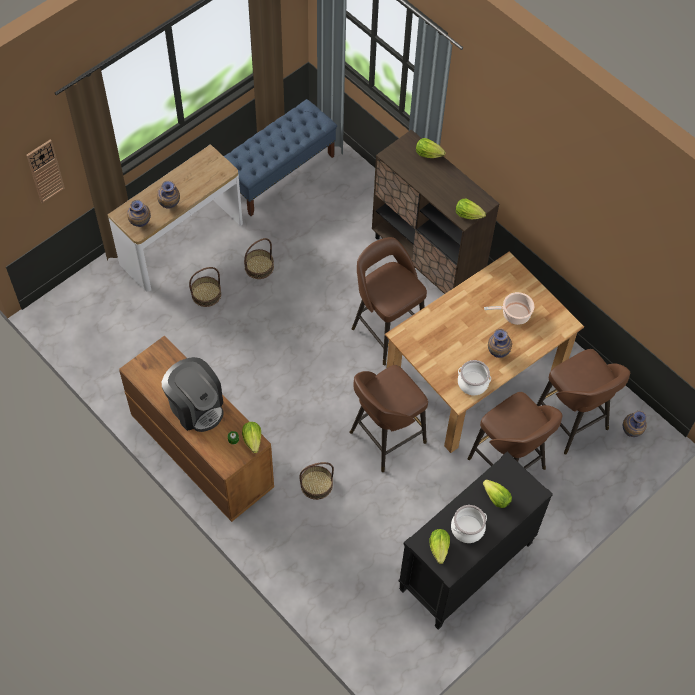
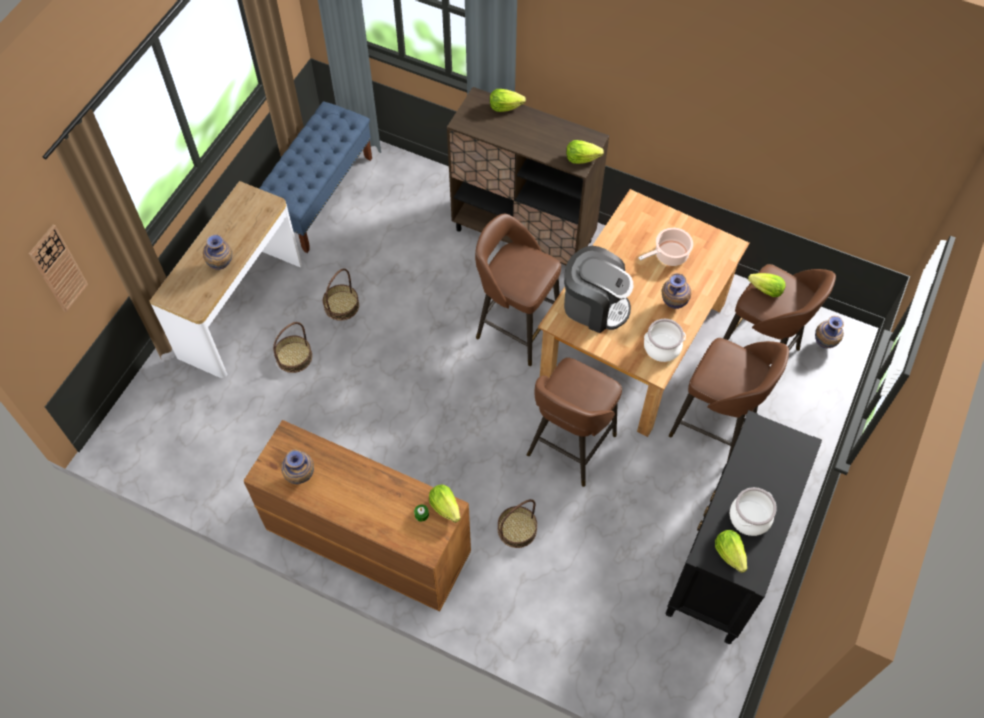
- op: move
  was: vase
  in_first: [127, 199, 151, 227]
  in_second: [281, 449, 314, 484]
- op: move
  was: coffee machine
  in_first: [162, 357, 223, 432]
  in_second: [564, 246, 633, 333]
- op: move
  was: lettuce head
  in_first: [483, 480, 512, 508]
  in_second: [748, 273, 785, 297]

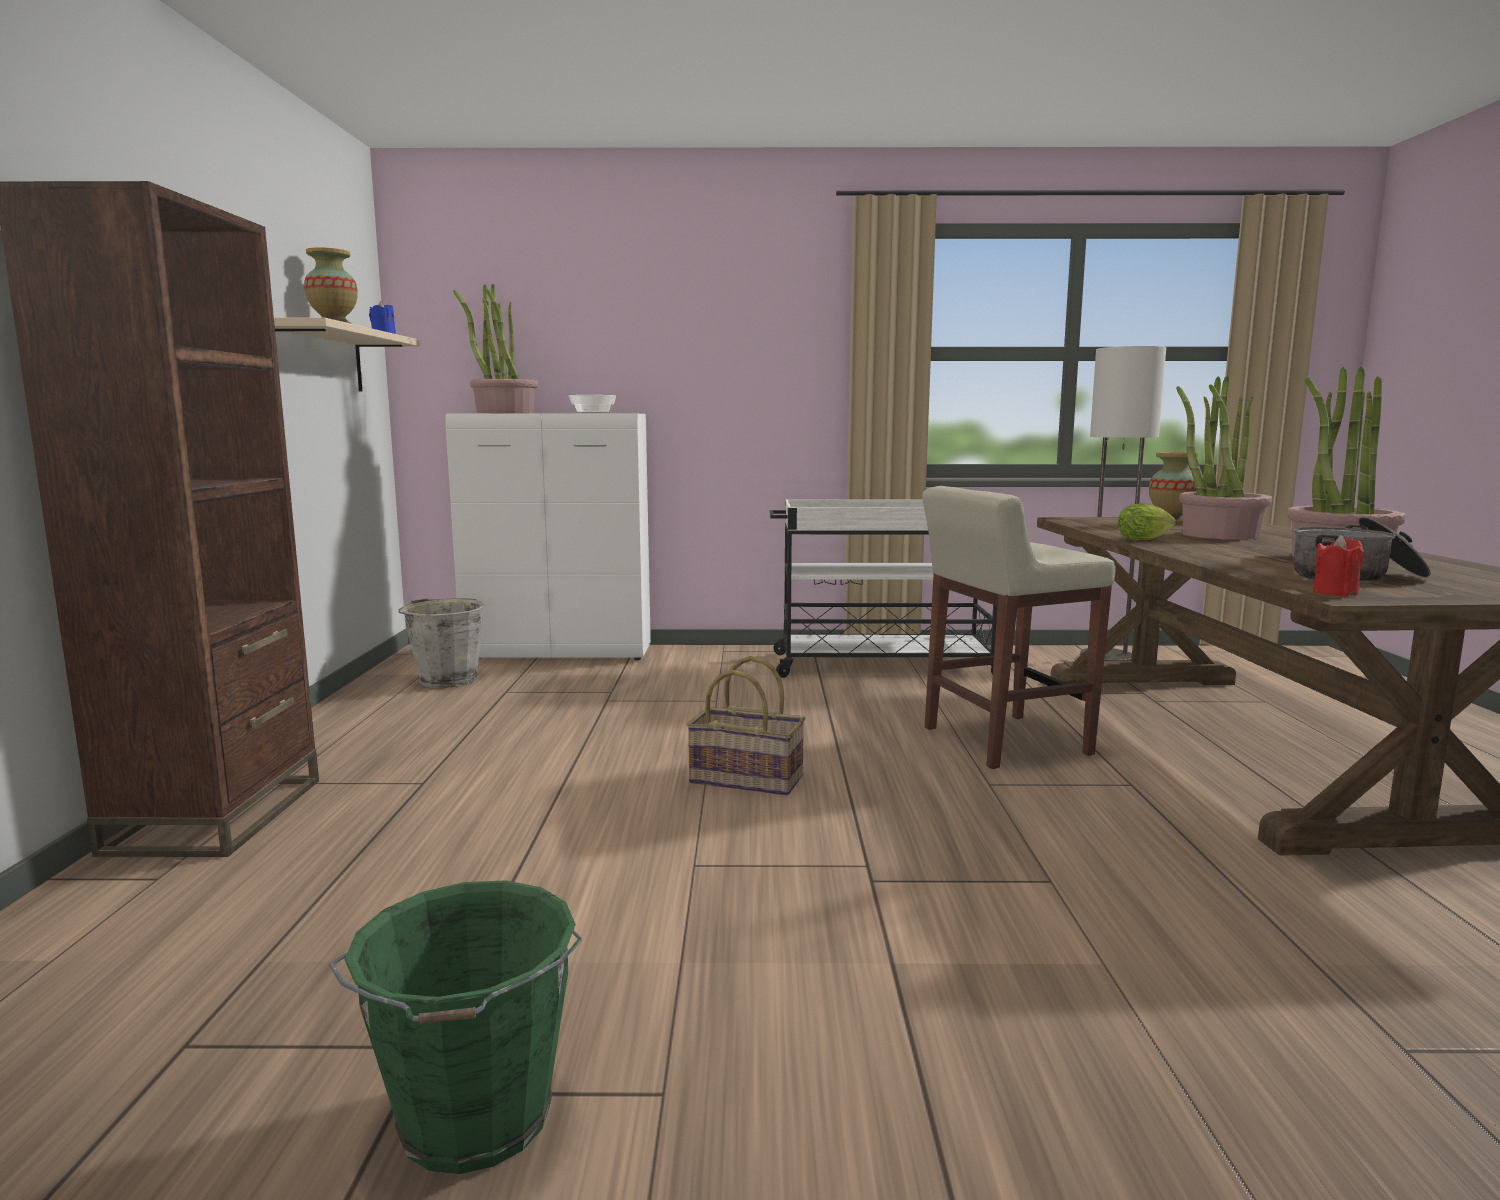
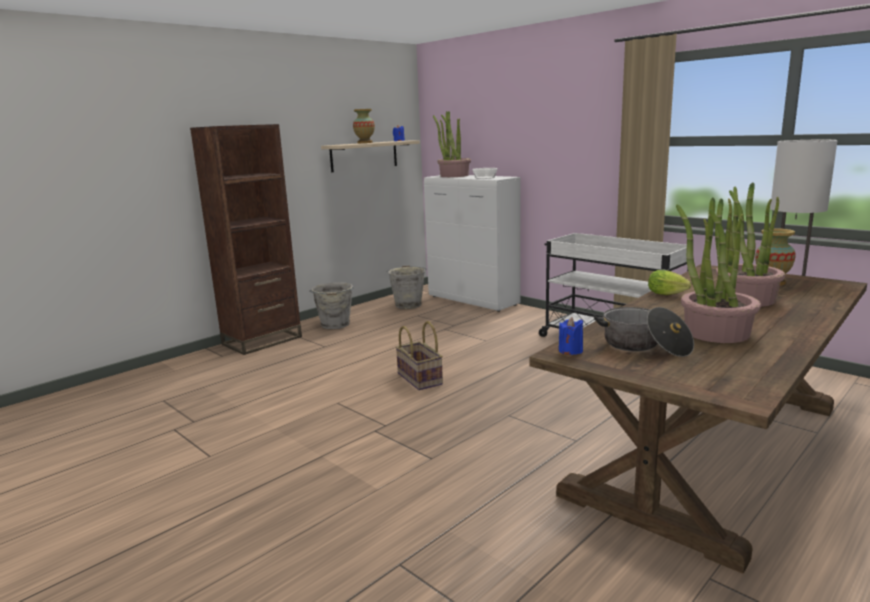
- op: delete
  was: green pail
  in_first: [329, 880, 582, 1174]
- op: delete
  was: sand-coloured stool
  in_first: [922, 486, 1116, 769]
- op: recolor
  was: reddish wax light
  now: blue-coloured wax light
  in_first: [1313, 535, 1364, 596]
  in_second: [559, 317, 583, 355]
- op: insert
  now: greyish pail
  in_second: [310, 282, 354, 329]

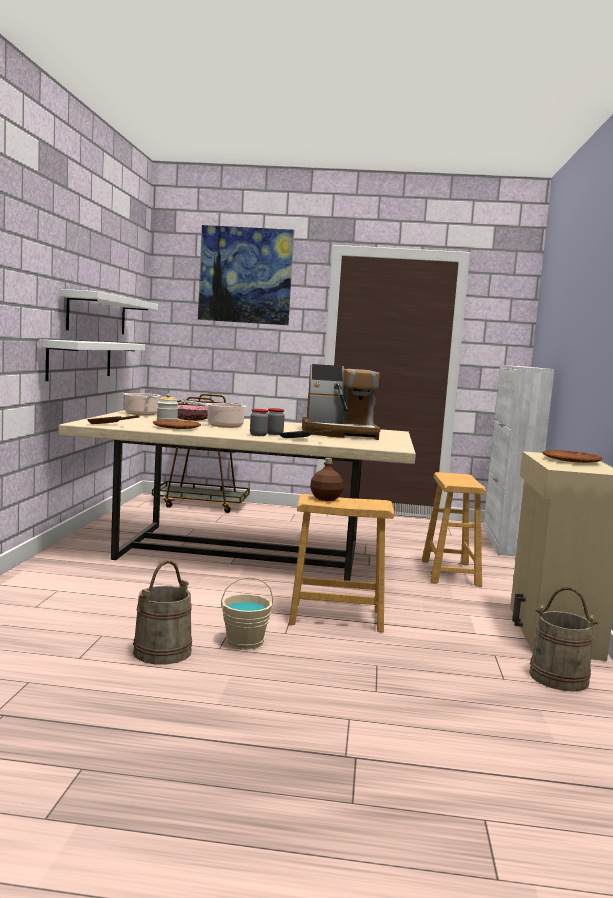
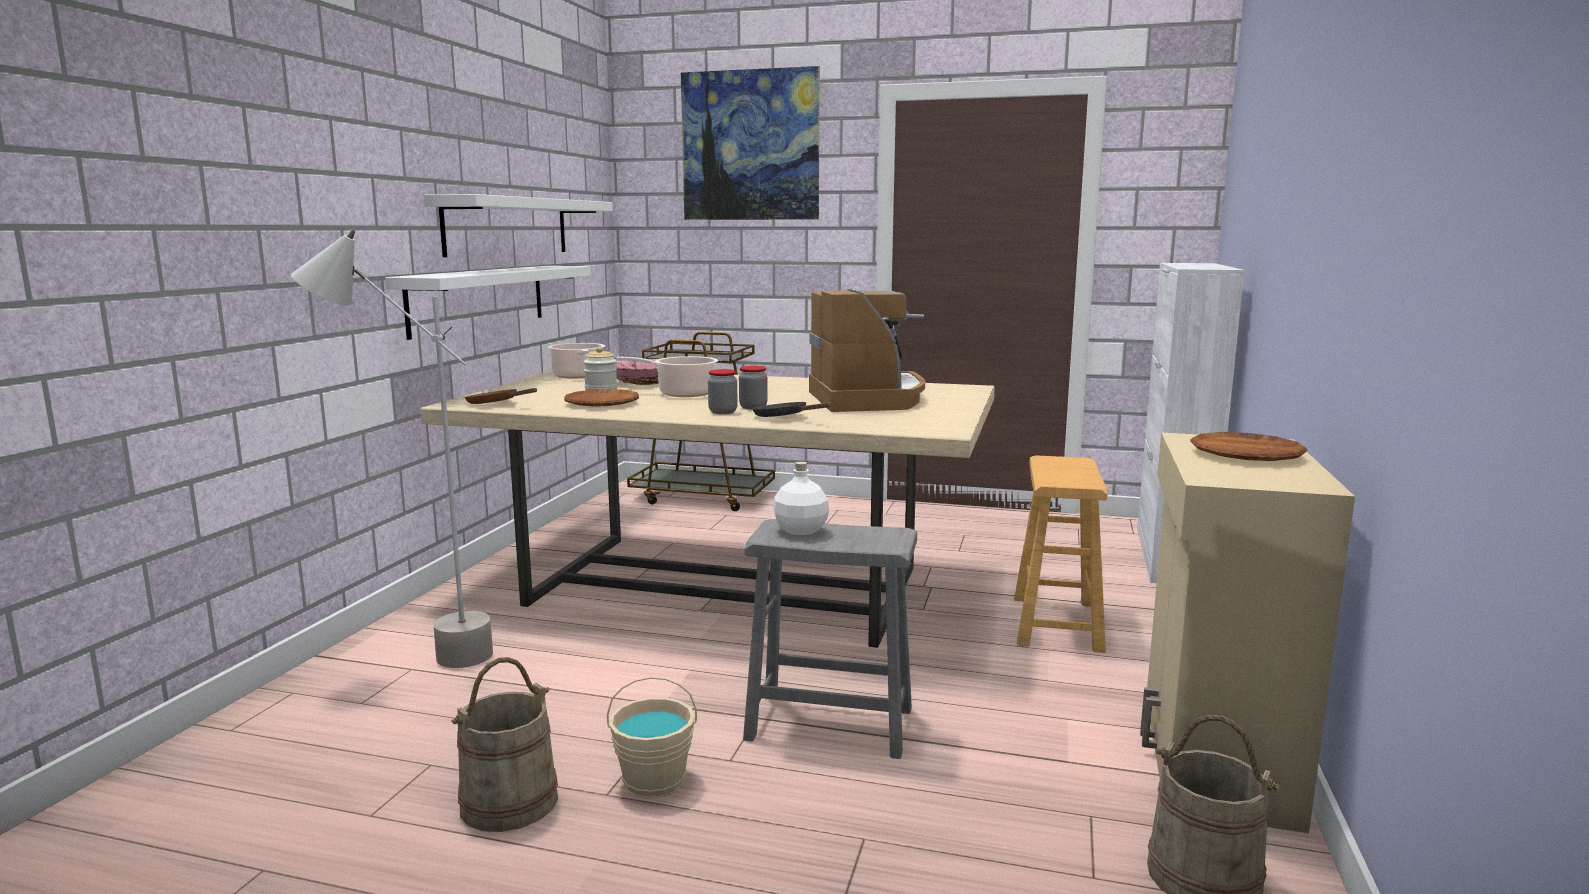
- op: recolor
  was: brown-coloured stool
  now: greyish stool
  in_first: [289, 494, 394, 633]
  in_second: [743, 519, 917, 759]
- op: rotate
  was: coffee machine
  in_first: [302, 364, 380, 440]
  in_second: [809, 289, 925, 412]
  clockwise: -105
- op: recolor
  was: brown-coloured beverage bottle
  now: whitish beverage bottle
  in_first: [310, 458, 344, 501]
  in_second: [773, 461, 829, 535]
- op: insert
  now: greyish standard lamp
  in_second: [291, 229, 493, 668]

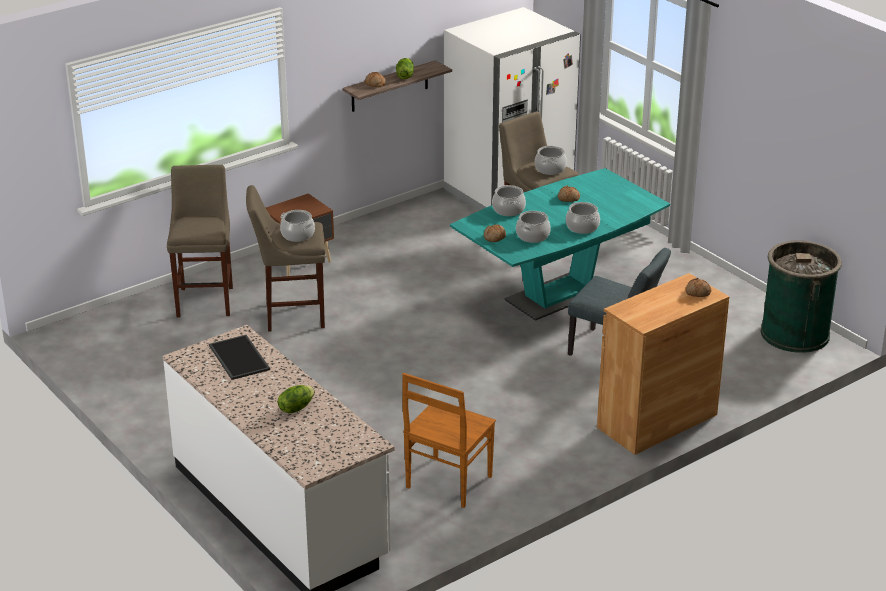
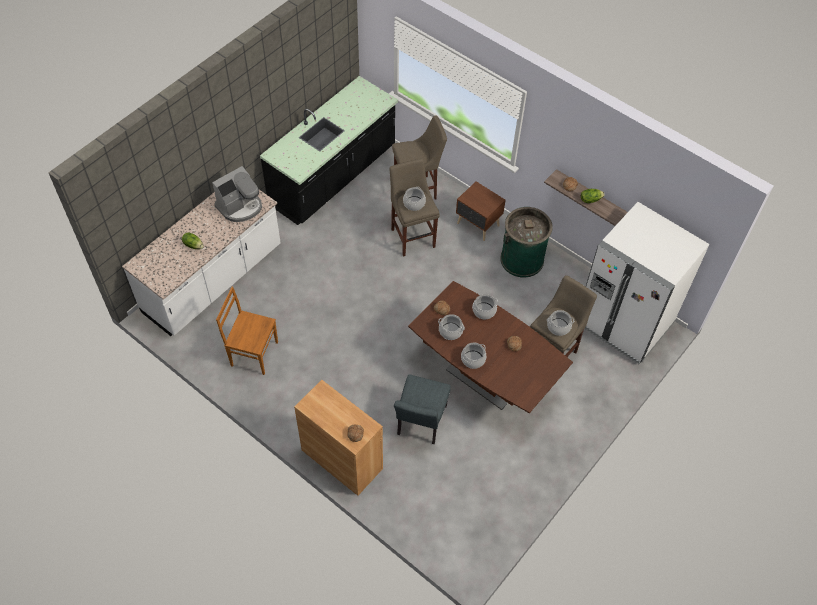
- op: replace
  was: tray
  now: coffee machine
  in_first: [209, 335, 270, 380]
  in_second: [212, 166, 262, 222]
- op: recolor
  was: turquoise dining table
  now: brown-coloured dining table
  in_first: [450, 168, 670, 321]
  in_second: [408, 281, 573, 413]
- op: move
  was: green rubbish bin
  in_first: [761, 240, 842, 353]
  in_second: [500, 207, 553, 278]
- op: insert
  now: blackish counter
  in_second: [260, 76, 398, 225]

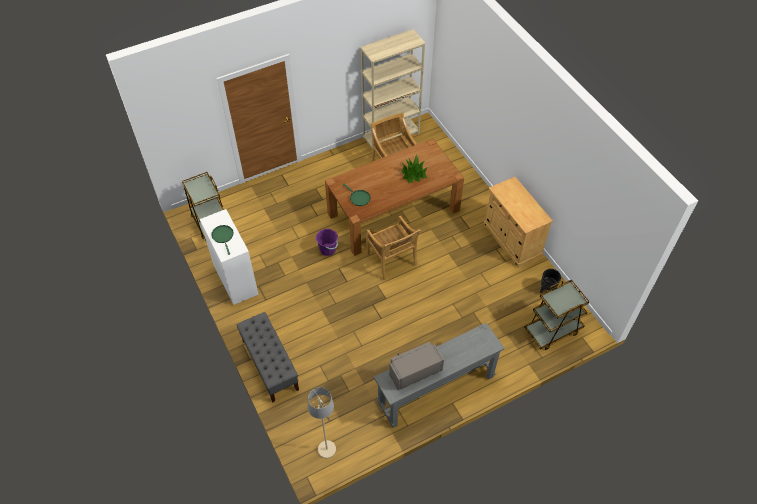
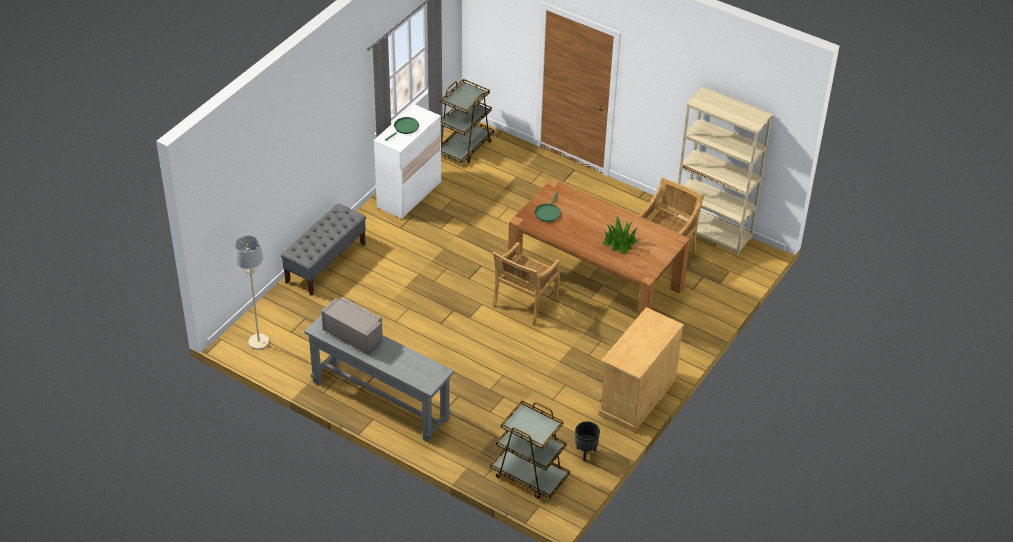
- op: delete
  was: purple-coloured pail
  in_first: [316, 229, 338, 256]

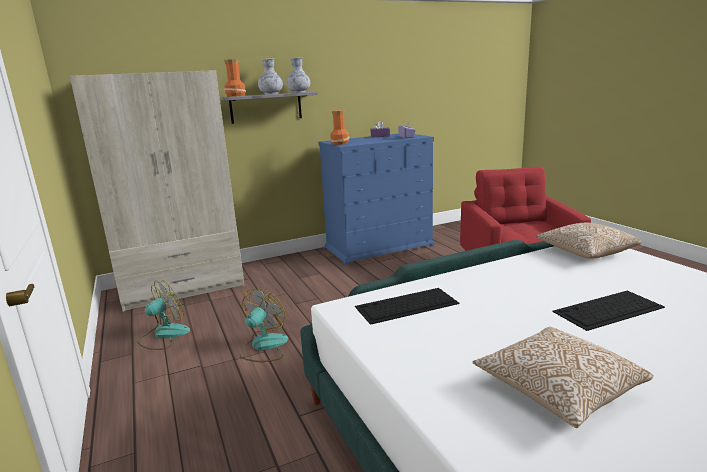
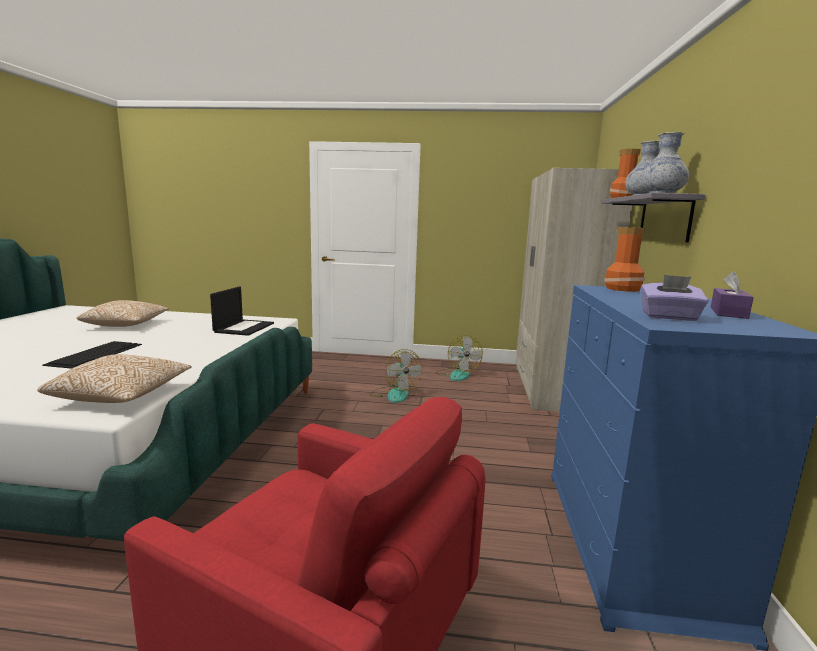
- op: replace
  was: computer keyboard
  now: portable computer
  in_first: [355, 288, 459, 325]
  in_second: [210, 286, 274, 336]

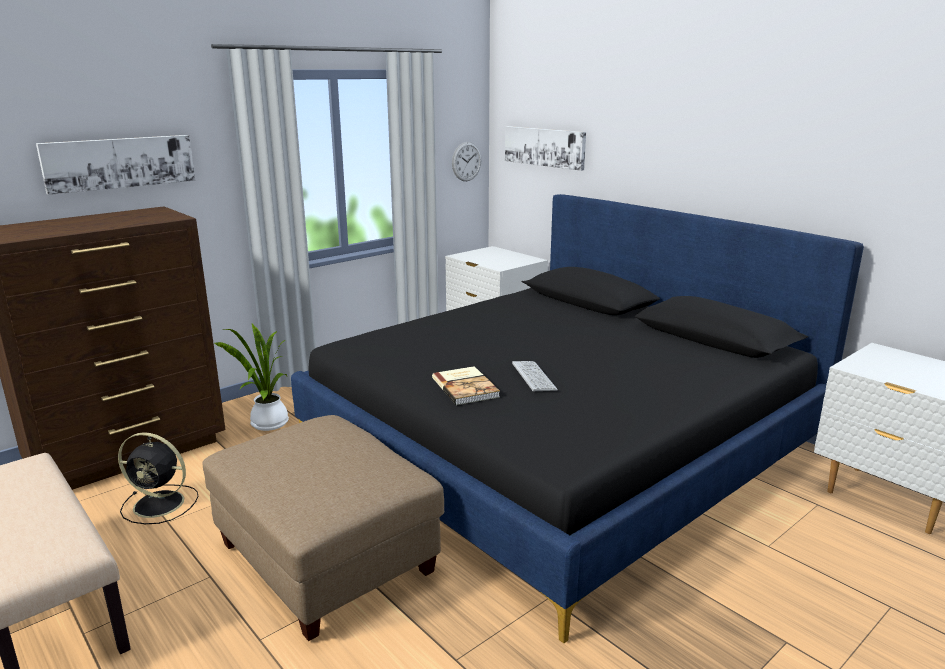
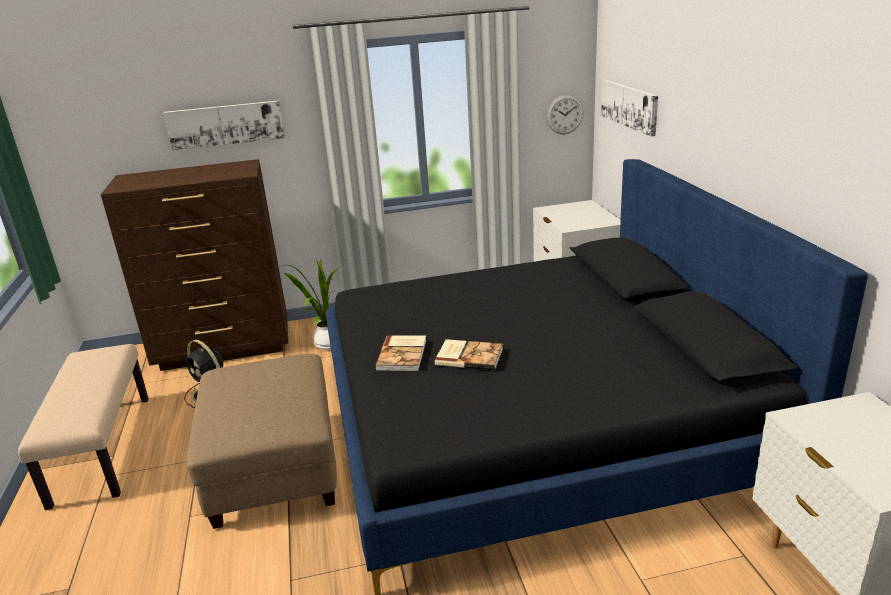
- op: replace
  was: computer keyboard
  now: book
  in_first: [512, 361, 558, 391]
  in_second: [435, 339, 503, 370]

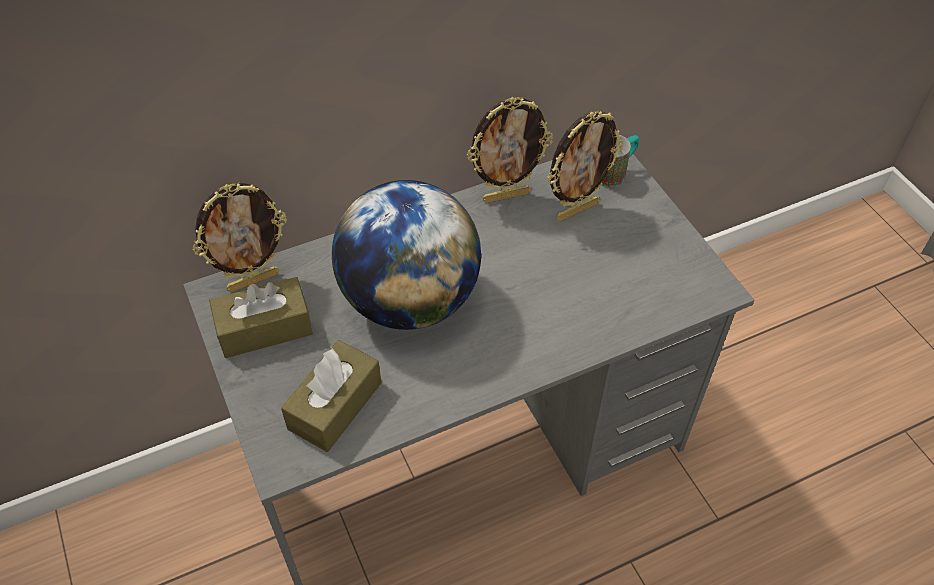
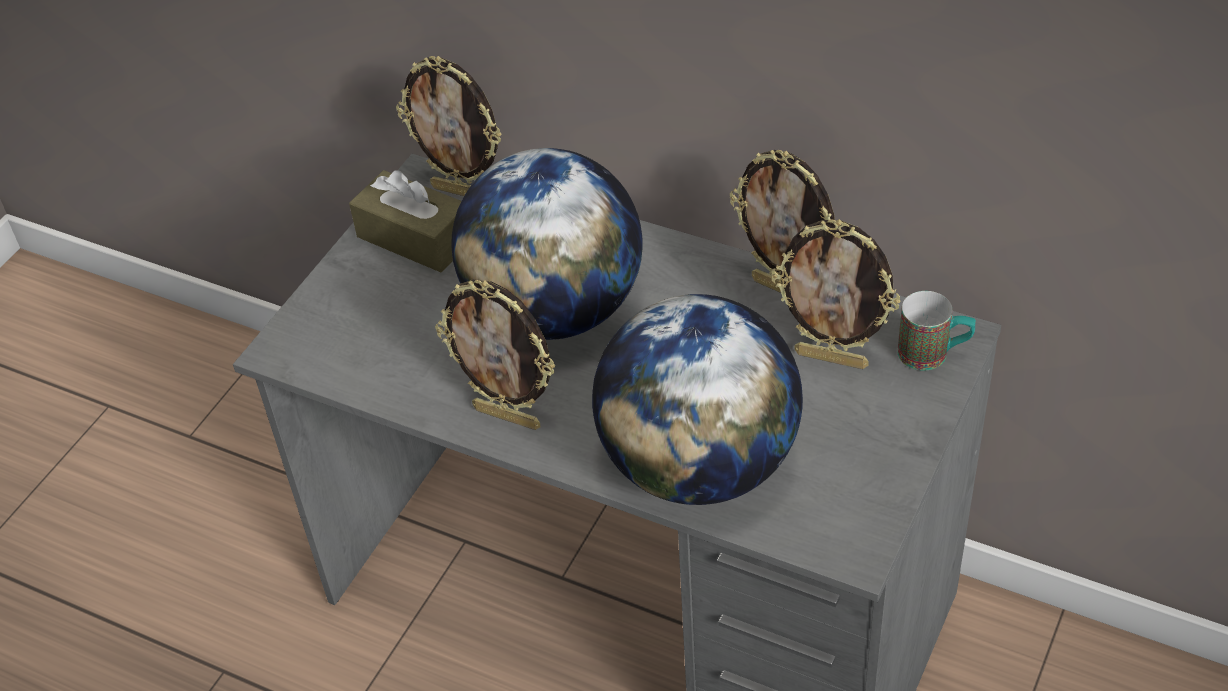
- op: delete
  was: brown-coloured tissue holder
  in_first: [281, 340, 381, 452]
- op: insert
  now: picture frame
  in_second: [435, 280, 556, 430]
- op: insert
  now: globe
  in_second: [592, 294, 803, 505]

